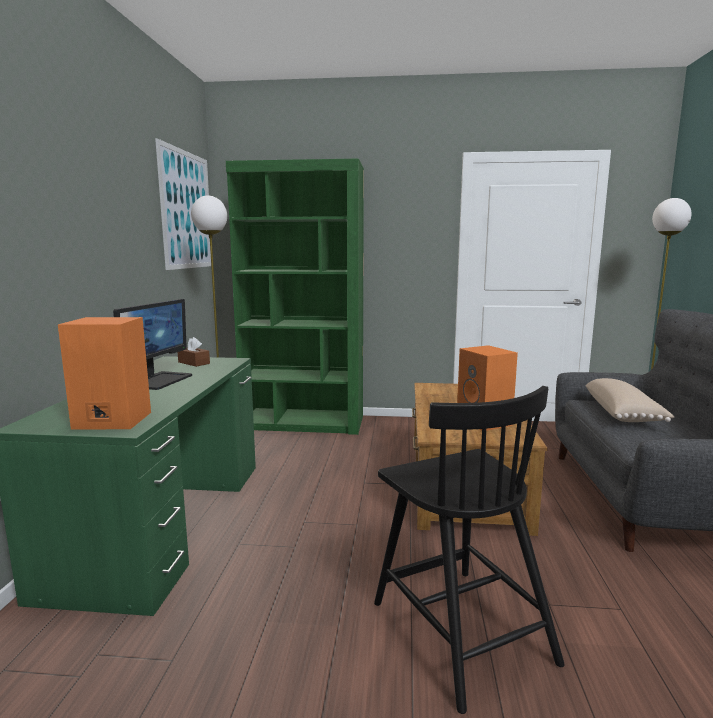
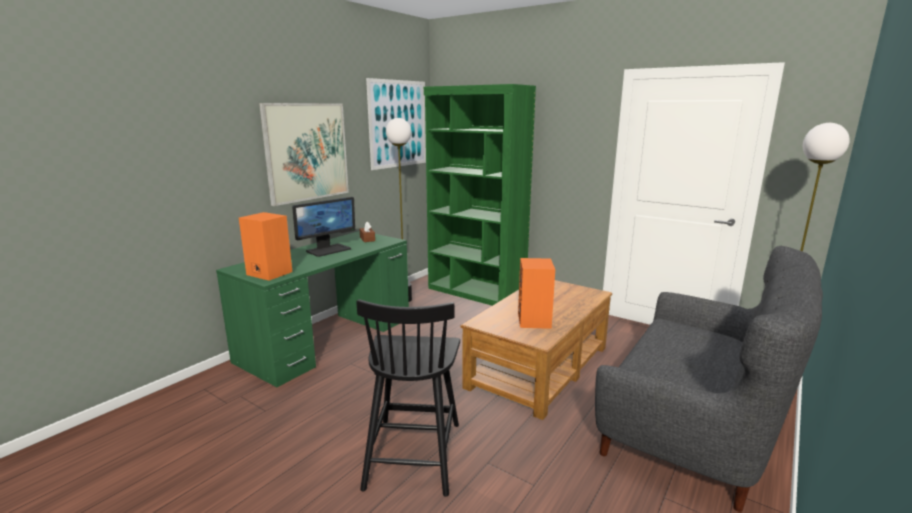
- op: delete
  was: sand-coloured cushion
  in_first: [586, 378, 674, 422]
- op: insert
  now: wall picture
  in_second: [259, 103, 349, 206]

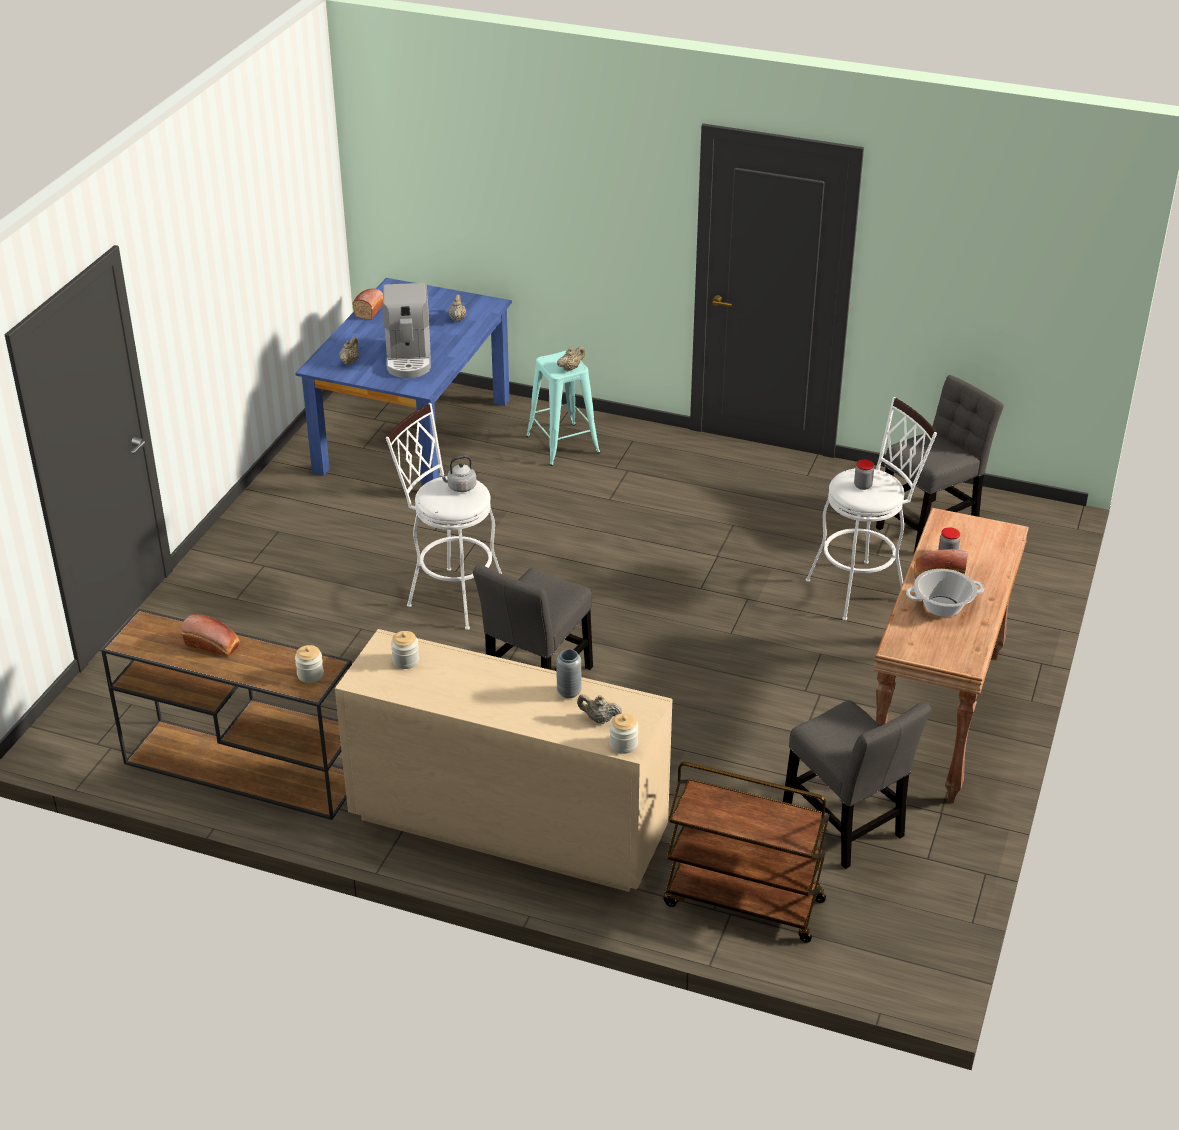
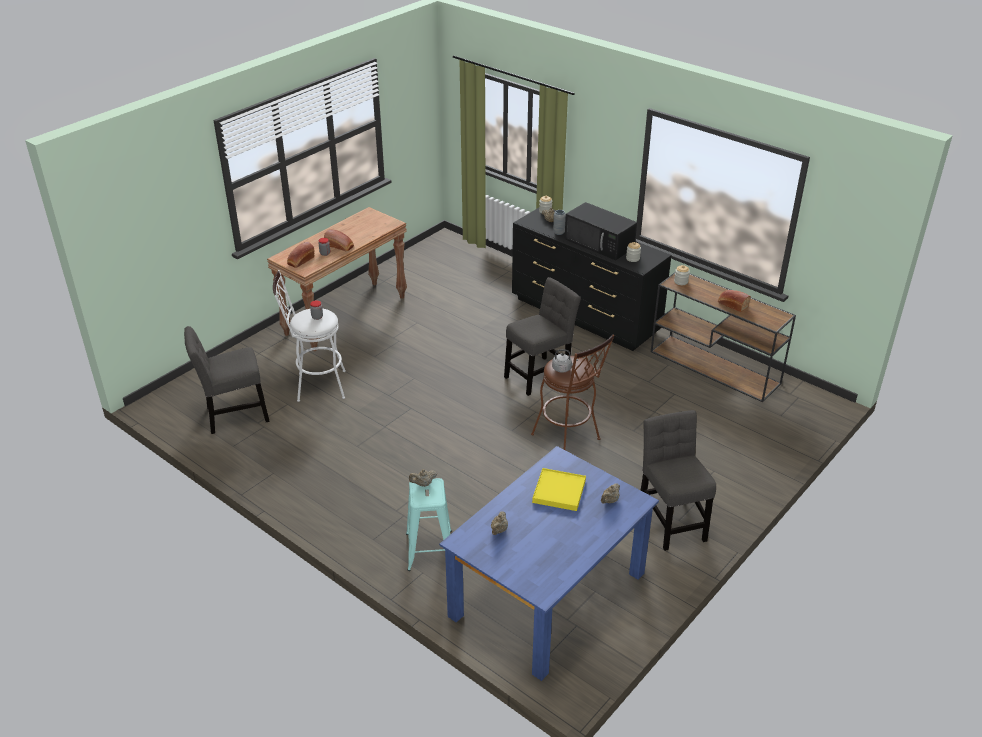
- op: recolor
  was: sand-coloured drawer chest
  now: blackish drawer chest
  in_first: [335, 629, 672, 892]
  in_second: [512, 208, 671, 351]
- op: move
  was: bread
  in_first: [352, 289, 383, 320]
  in_second: [287, 242, 314, 268]
- op: replace
  was: coffee machine
  now: yellow-coloured tray
  in_first: [383, 283, 431, 378]
  in_second: [532, 468, 586, 511]
- op: recolor
  was: whitish stool
  now: brown-coloured stool
  in_first: [386, 403, 502, 630]
  in_second: [531, 335, 614, 450]
- op: delete
  was: brown-coloured cart
  in_first: [663, 762, 830, 943]
- op: move
  was: greyish upright chair
  in_first: [783, 700, 931, 869]
  in_second: [641, 410, 716, 551]
- op: delete
  was: cooking pot
  in_first: [906, 569, 984, 617]
- op: insert
  now: blackish kitchen microwave
  in_second: [565, 202, 637, 260]

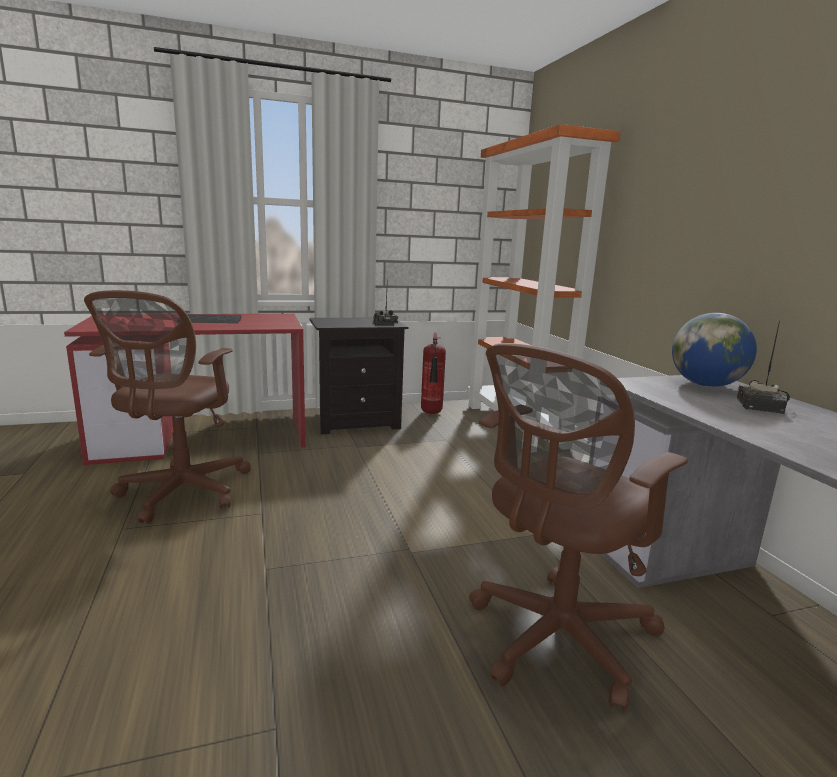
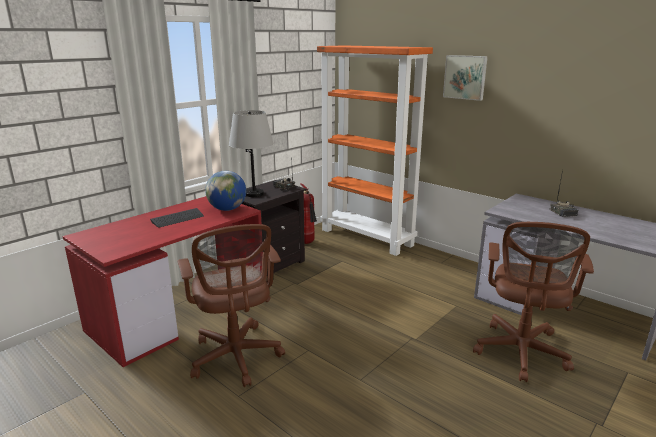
- op: move
  was: globe
  in_first: [672, 313, 757, 387]
  in_second: [205, 171, 246, 211]
- op: insert
  now: greyish tabletop lamp
  in_second: [229, 110, 274, 197]
- op: insert
  now: wall picture
  in_second: [443, 55, 488, 101]

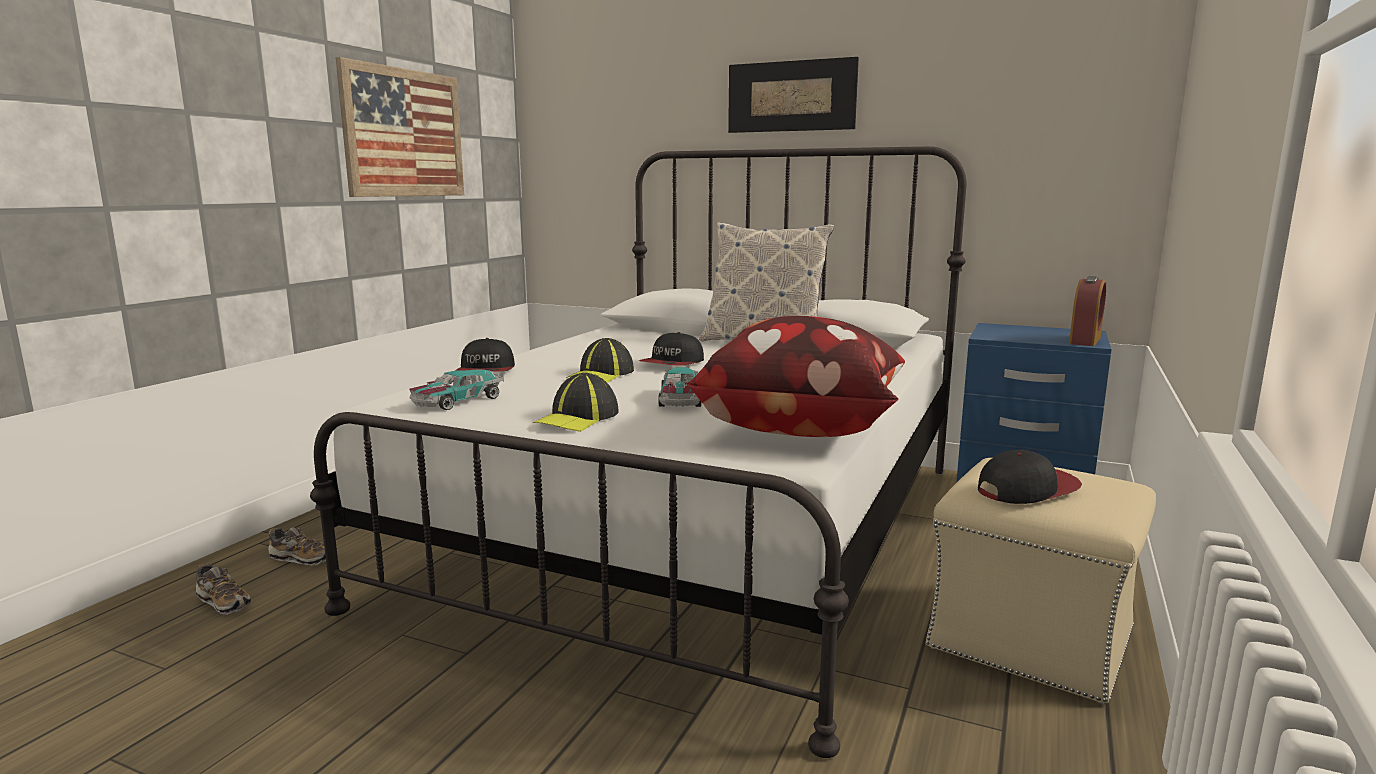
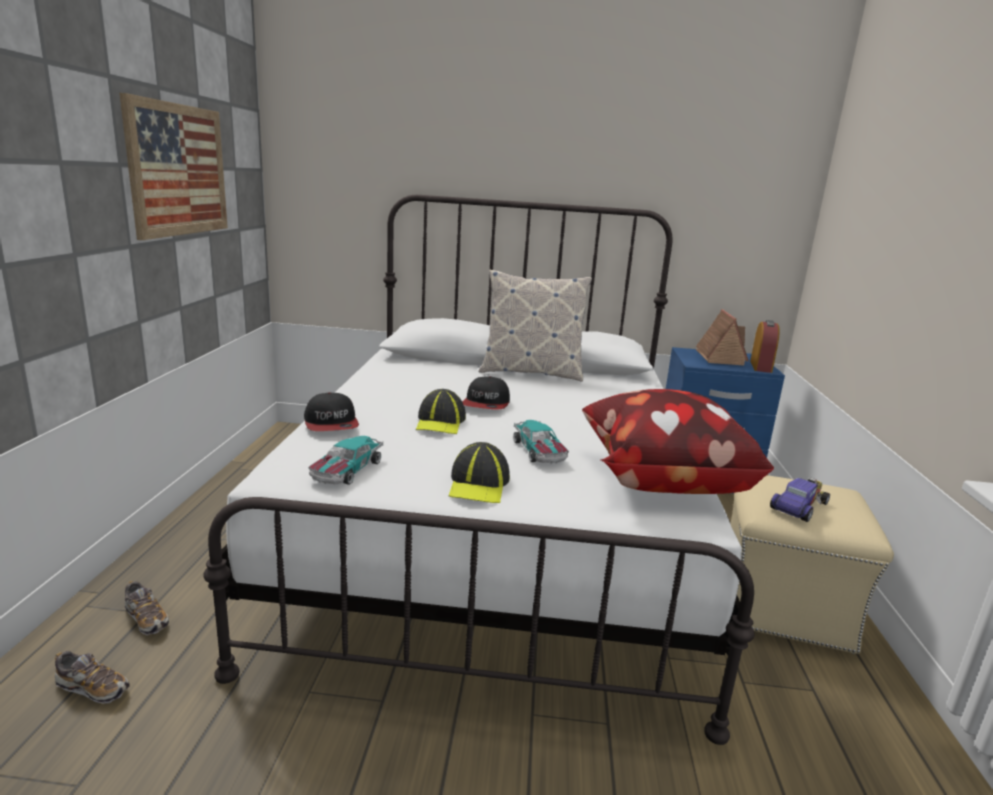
- op: rotate
  was: shoe
  in_first: [268, 527, 326, 565]
  in_second: [125, 581, 169, 636]
  clockwise: 45
- op: delete
  was: wall picture
  in_first: [728, 57, 859, 133]
- op: replace
  was: baseball cap
  now: model car
  in_first: [978, 450, 1082, 504]
  in_second: [770, 478, 830, 522]
- op: insert
  now: miniature house
  in_second: [696, 309, 749, 366]

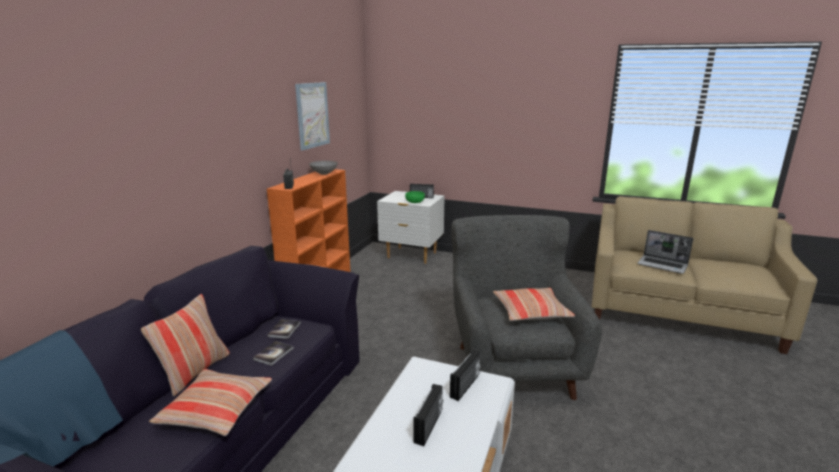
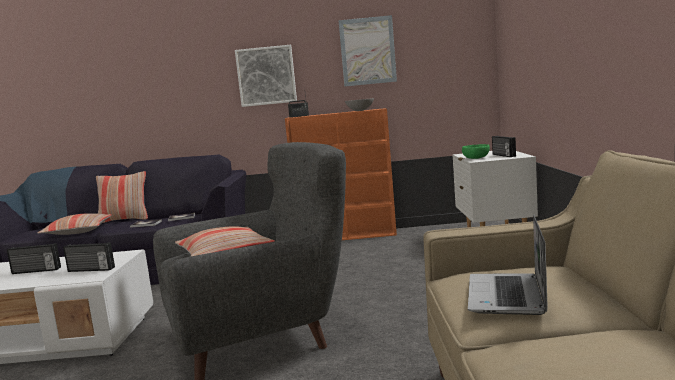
- op: insert
  now: wall picture
  in_second: [235, 45, 297, 107]

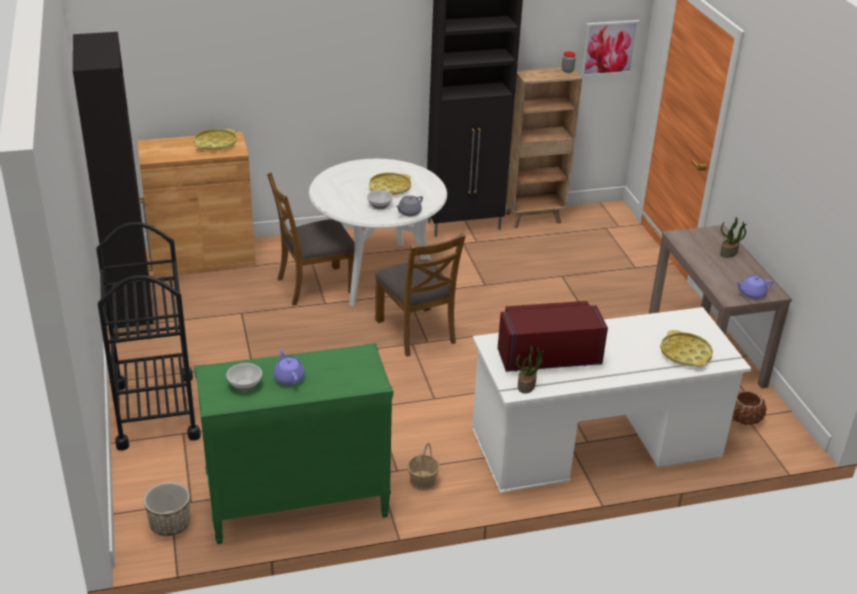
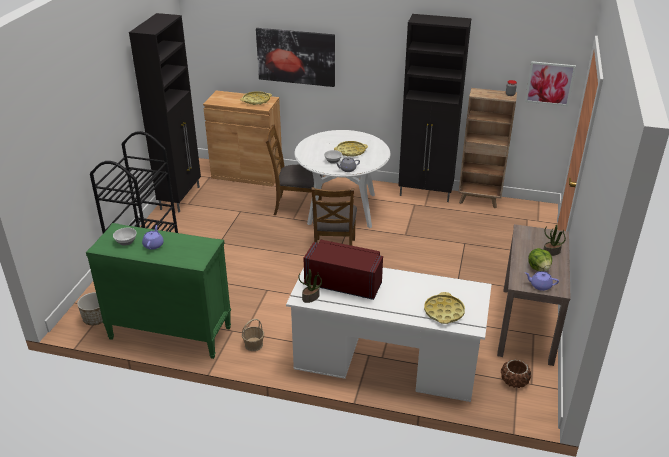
- op: insert
  now: wall picture
  in_second: [256, 28, 335, 87]
- op: insert
  now: lettuce head
  in_second: [528, 248, 552, 271]

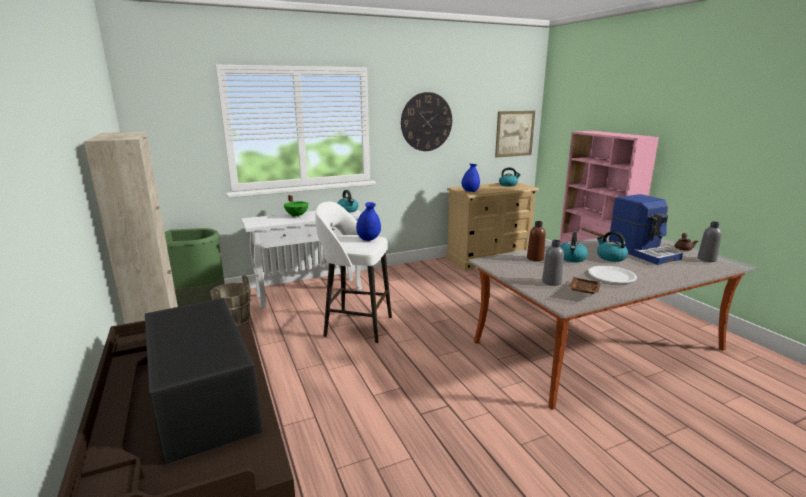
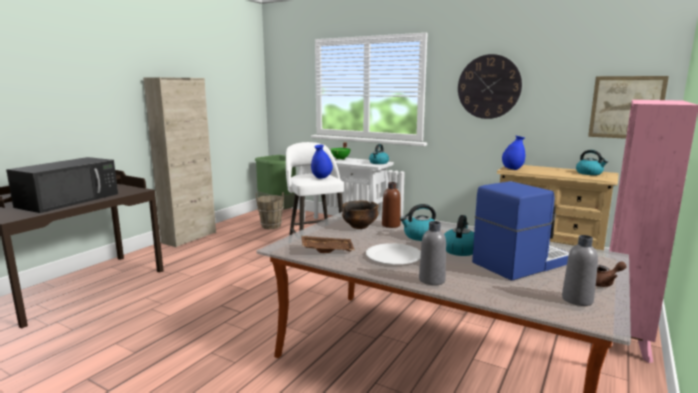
- op: move
  was: greyish beverage bottle
  in_first: [542, 240, 564, 286]
  in_second: [419, 221, 446, 285]
- op: rotate
  was: coffee machine
  in_first: [609, 194, 683, 265]
  in_second: [472, 181, 569, 281]
  clockwise: -150
- op: insert
  now: bowl
  in_second: [342, 201, 379, 229]

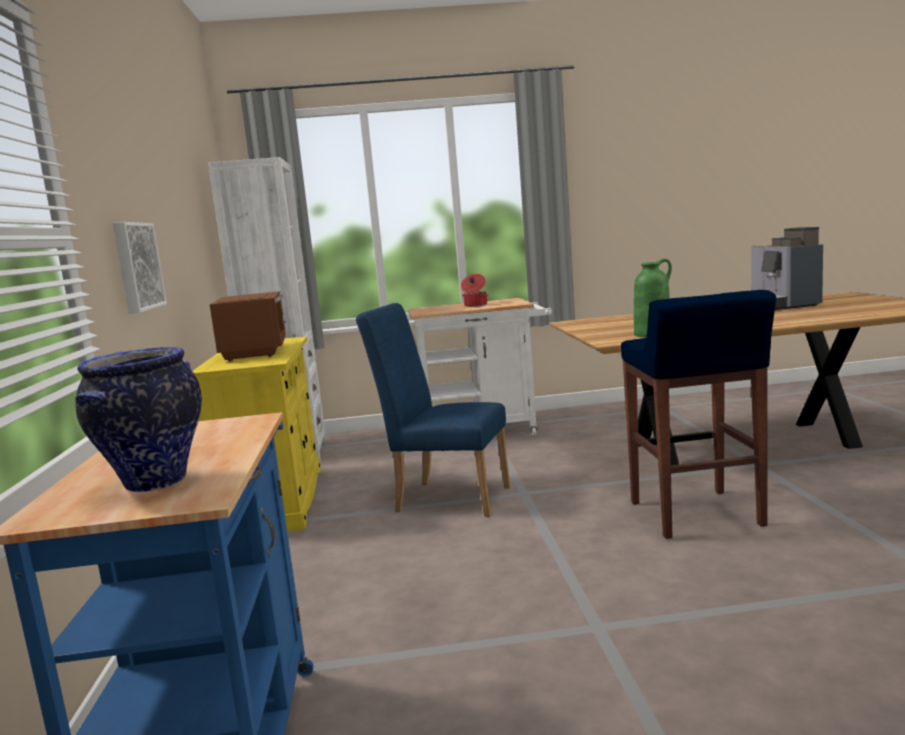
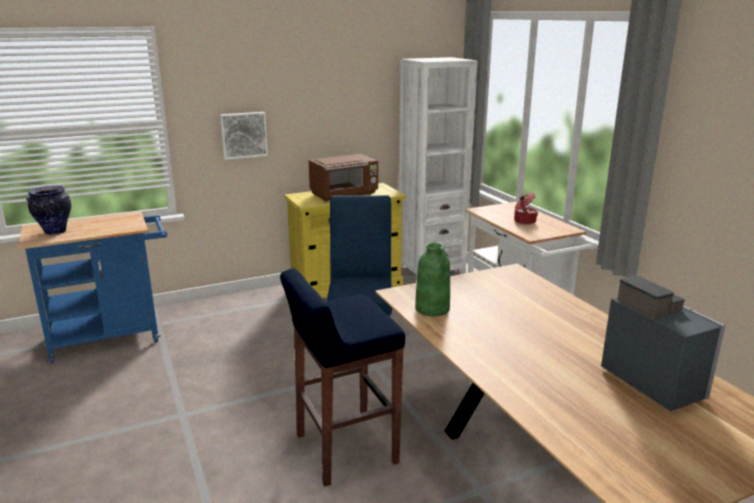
- op: rotate
  was: coffee machine
  in_first: [751, 227, 823, 310]
  in_second: [601, 275, 726, 411]
  clockwise: 90

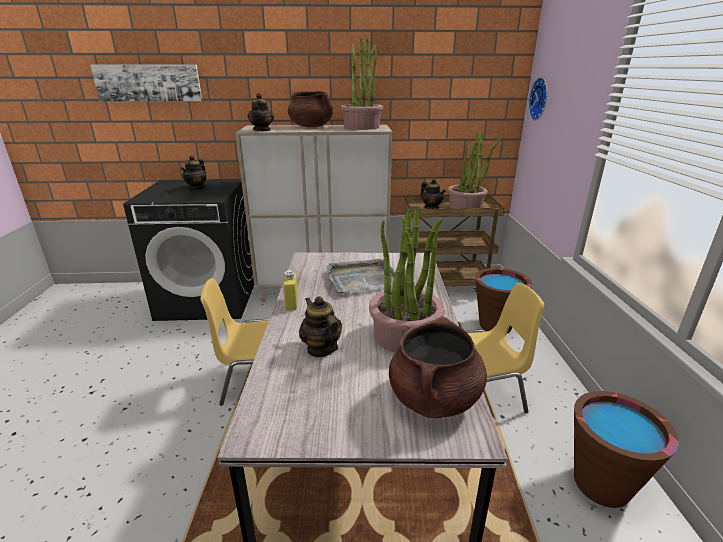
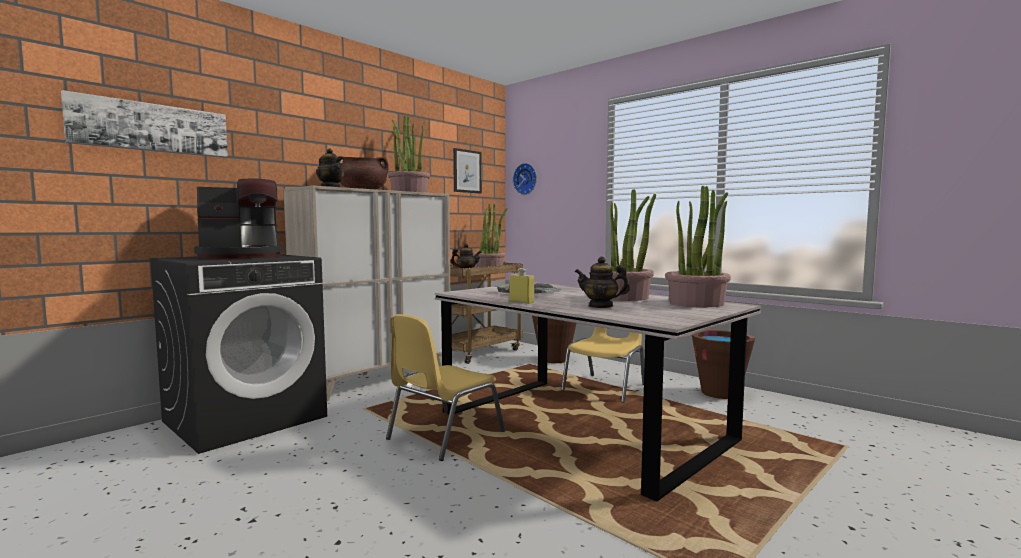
- op: replace
  was: teapot
  now: coffee machine
  in_first: [181, 155, 206, 190]
  in_second: [194, 178, 283, 259]
- op: replace
  was: brown-coloured cooking pot
  now: potted plant
  in_first: [389, 317, 487, 418]
  in_second: [665, 186, 731, 307]
- op: insert
  now: wall picture
  in_second: [453, 148, 482, 193]

